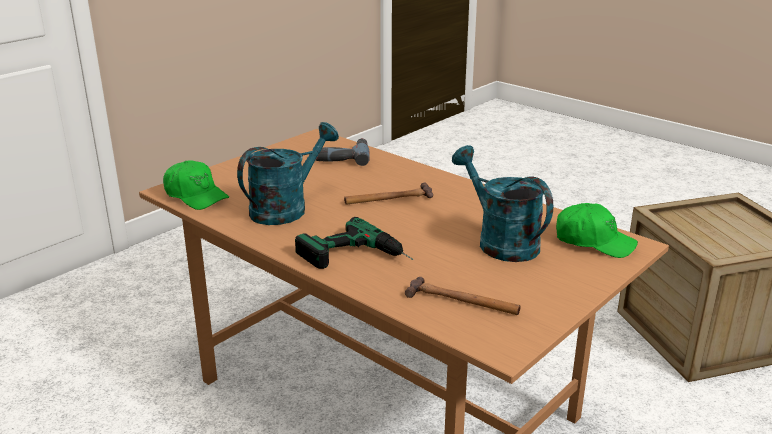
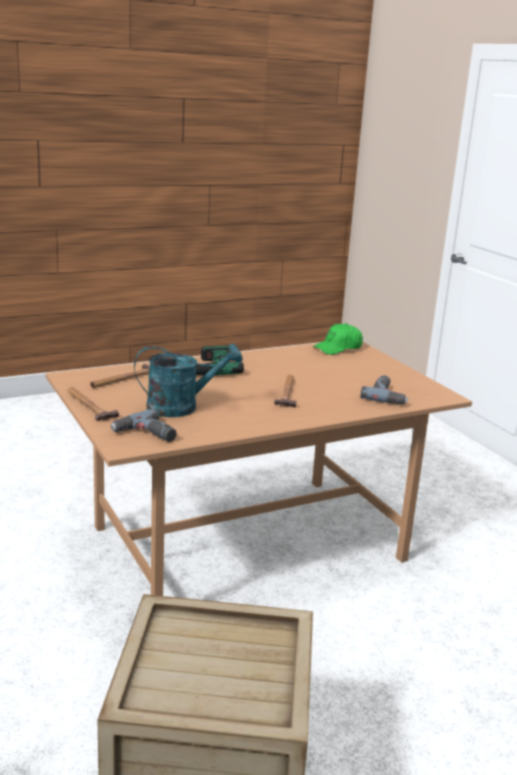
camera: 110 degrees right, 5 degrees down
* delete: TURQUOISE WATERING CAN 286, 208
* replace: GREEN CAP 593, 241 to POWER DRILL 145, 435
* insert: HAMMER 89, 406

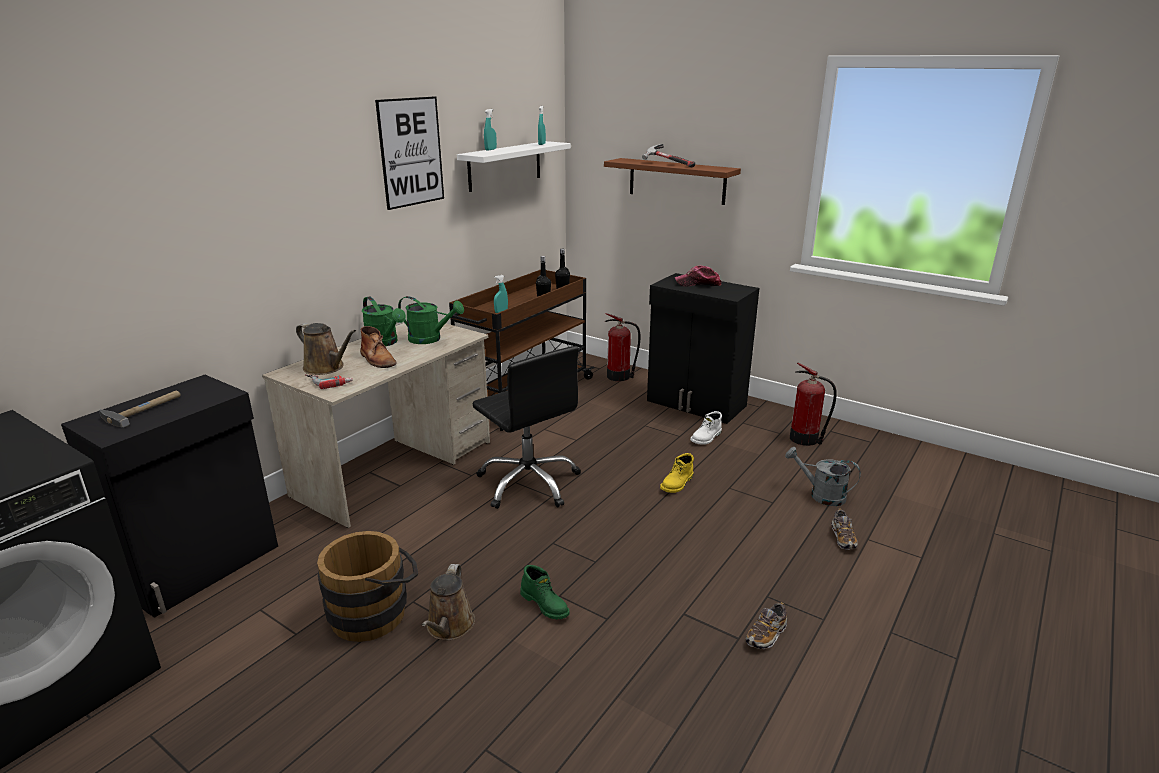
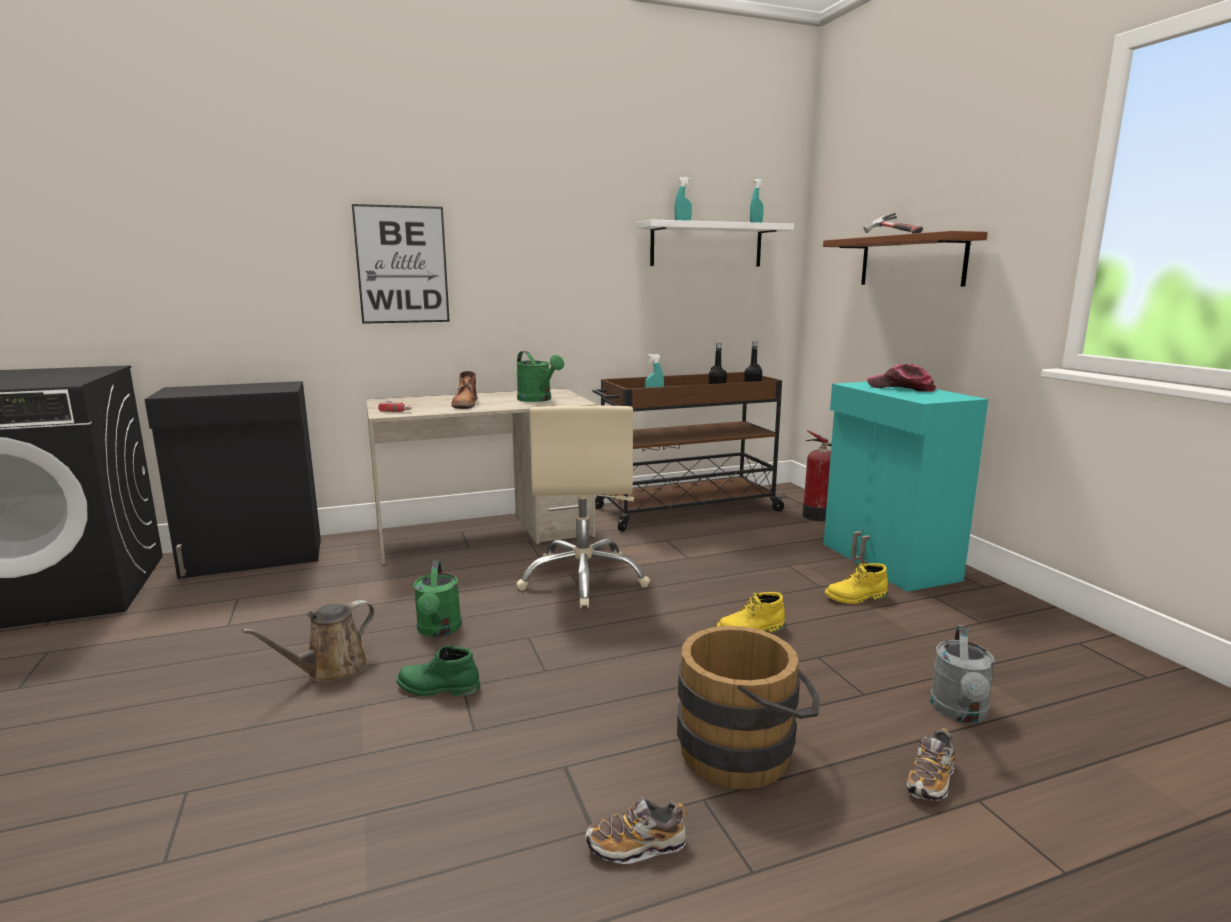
camera: 35 degrees right, 10 degrees down
* move: PICTURE 411, 152 to 402, 265
* recolor: BLACK CABINET 696, 404 to TURQUOISE CABINET 887, 562
* move: GREEN WATERING CAN 385, 343 to 439, 630
* delete: BROWN WATERING CAN 326, 368
* recolor: BLACK OFFICE CHAIR 529, 483 to BEIGE OFFICE CHAIR 584, 579
* delete: FIRE EXTINGUISHER 805, 439
* delete: HAMMER 144, 409
* recolor: WHITE BOOT 706, 438 to YELLOW BOOT 856, 598
* rotate: GREY WATERING CAN 821, 495 = 960, 712 135 degrees counterclockwise
* move: BROWN BUCKET 375, 611 to 745, 751
* rotate: GREEN BOOT 545, 604 = 437, 688 105 degrees clockwise

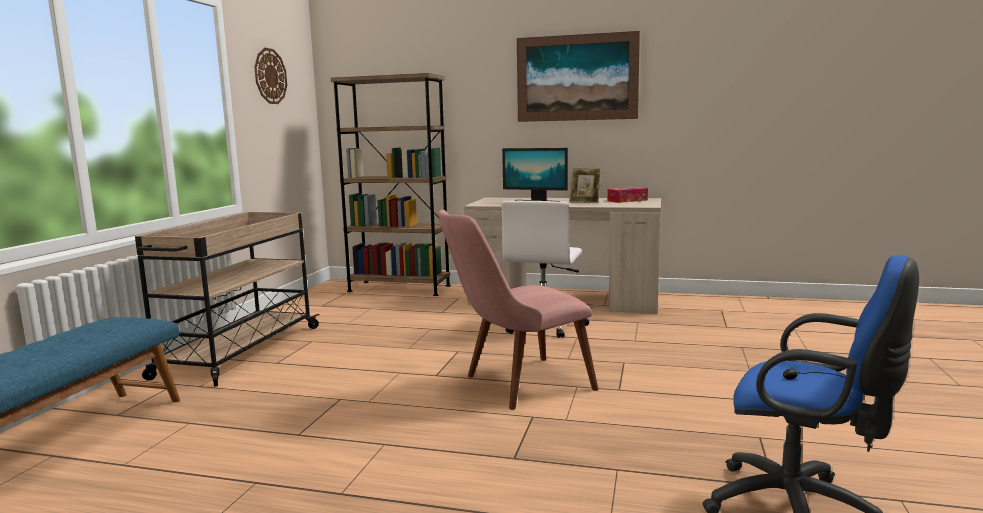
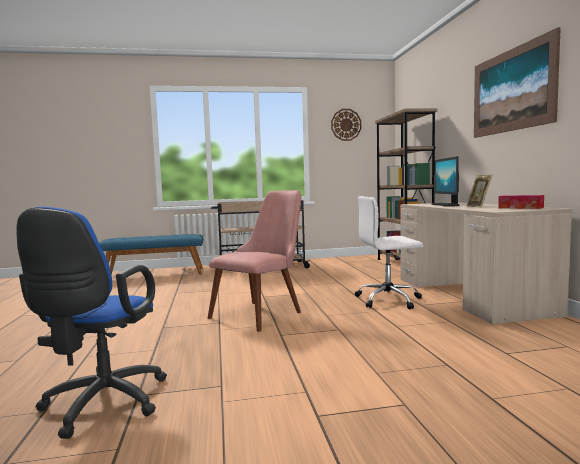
camera: 65 degrees right, 5 degrees down
* rotate: PINK CHAIR 515, 385 = 263, 312 90 degrees clockwise

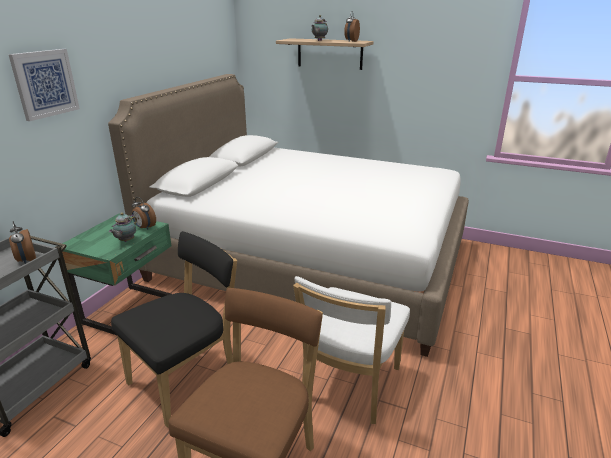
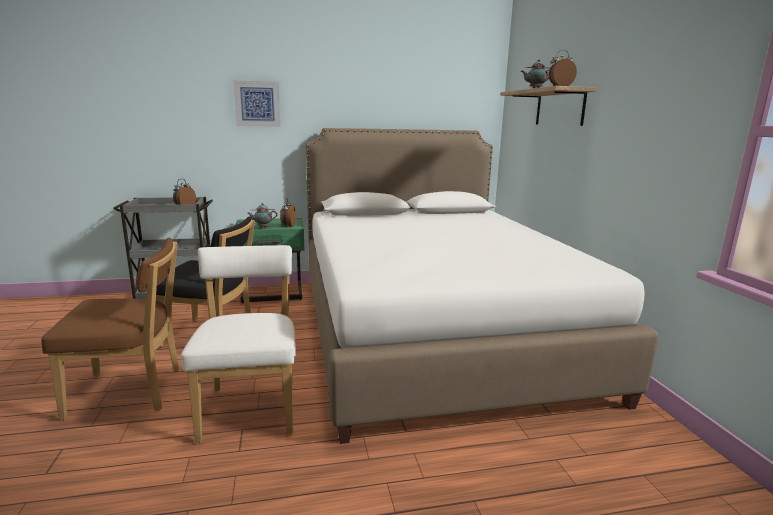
camera: 55 degrees right, 10 degrees down
* rotate: WHITE CHAIR 349, 386 = 251, 407 90 degrees clockwise

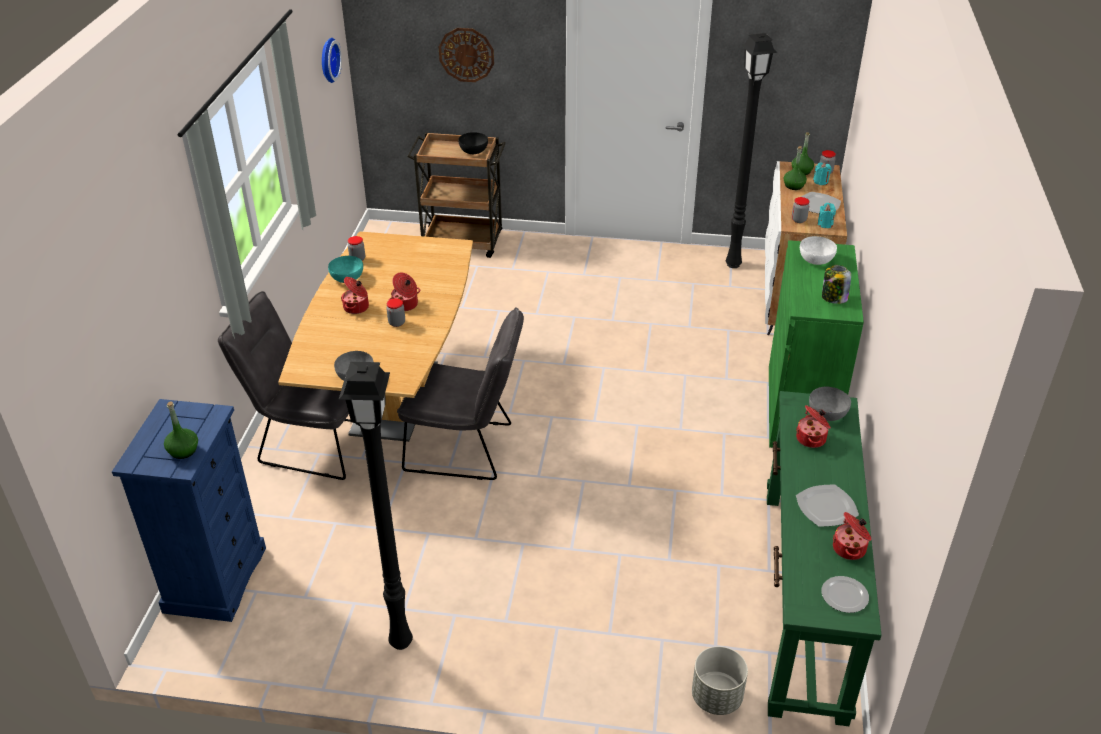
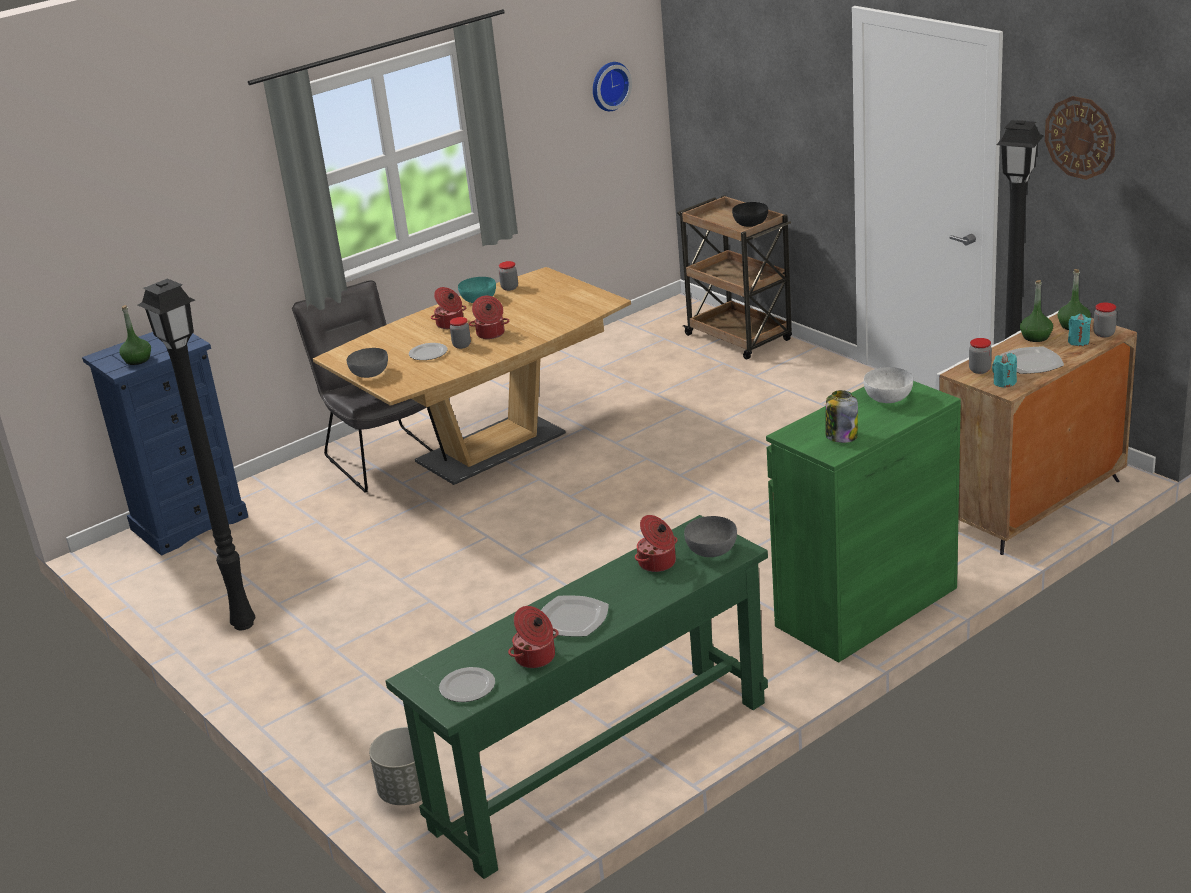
camera: 45 degrees right, 10 degrees down
* move: WALL CLOCK 466, 54 to 1080, 137
* delete: GREY CHAIR 466, 448
* insert: PLATE 429, 353

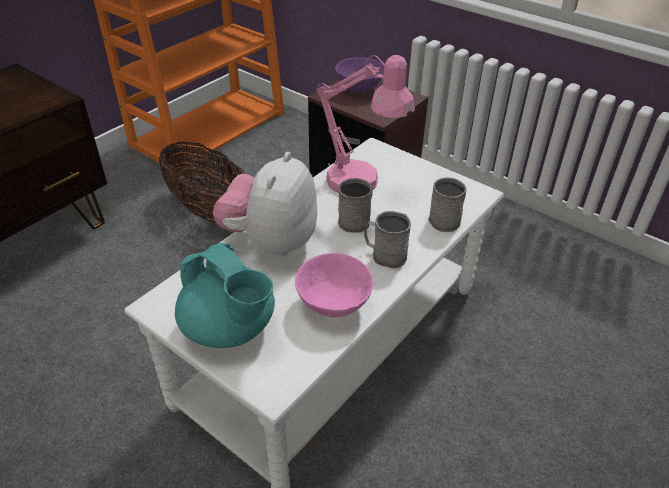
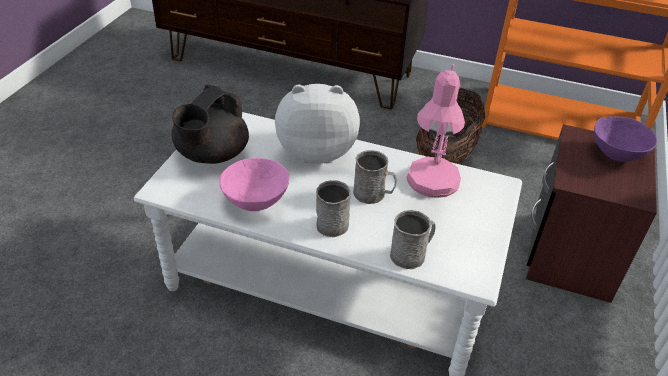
camera: 70 degrees right, 0 degrees up
* recolor: TURQUOISE TEAPOT 230, 328 to BLACK TEAPOT 211, 155

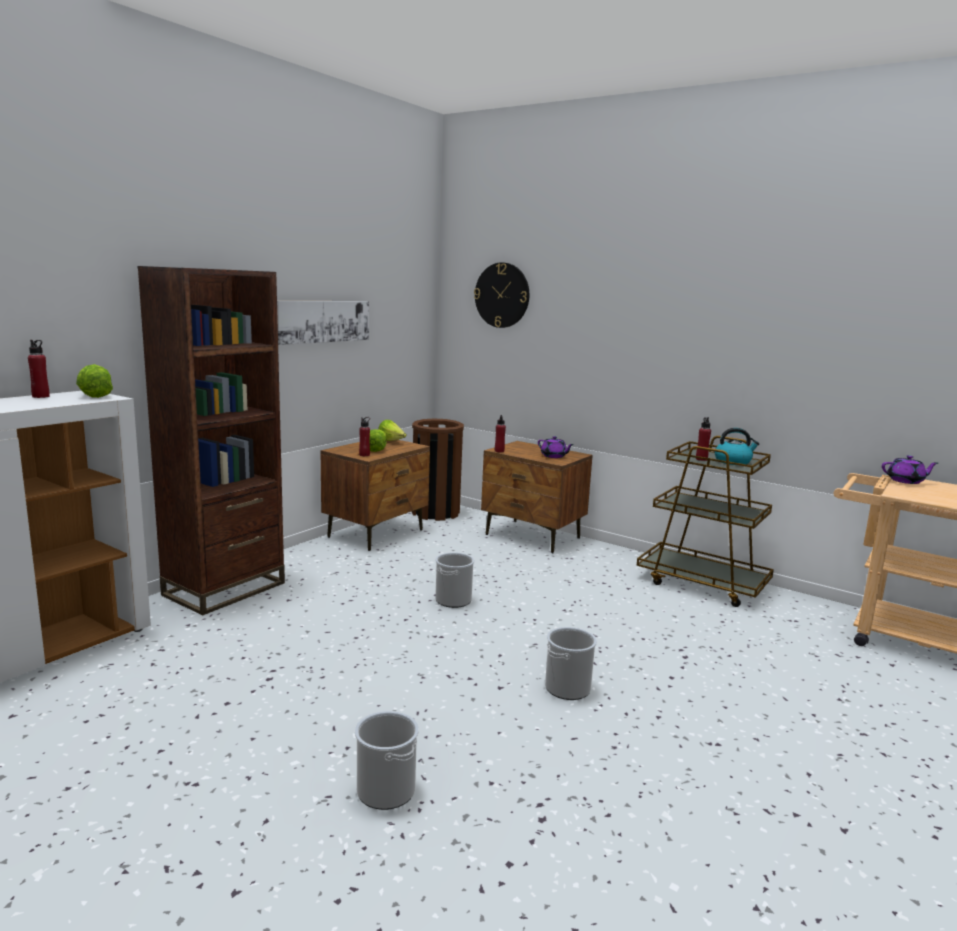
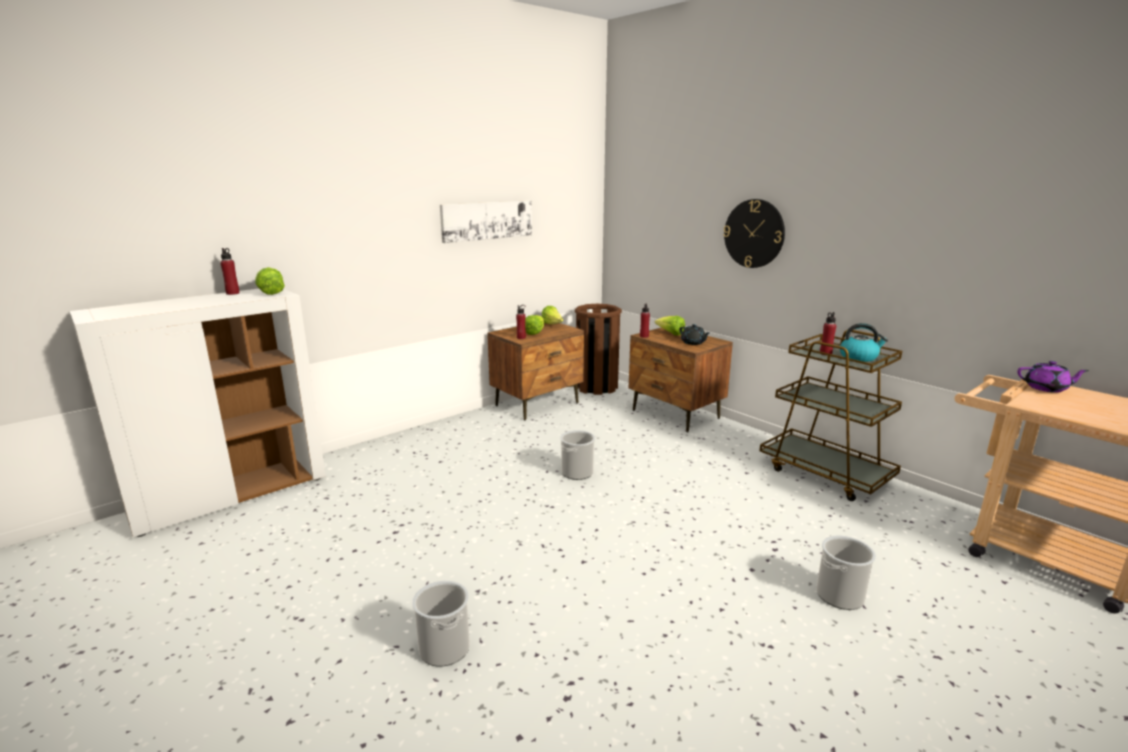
camera: 15 degrees right, 5 degrees up
* move: WALL CLOCK 502, 295 to 754, 233
* delete: BROWN BOOKCASE 225, 589
* recolor: PURPLE TEAPOT 554, 456 to BLACK TEAPOT 693, 343
* move: BUCKET 567, 688 to 840, 595
* insert: LETTUCE 670, 334

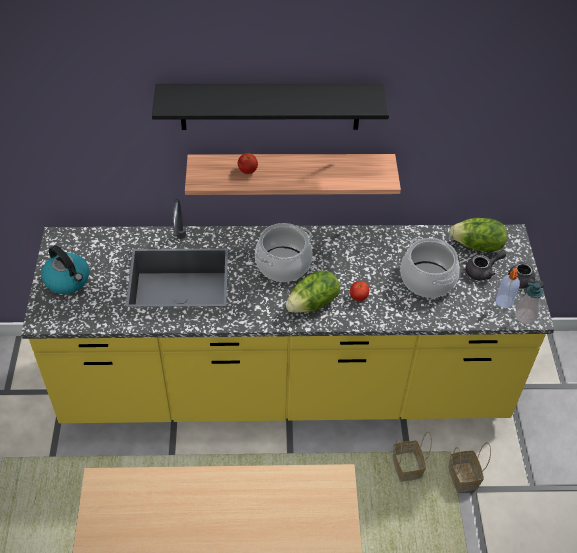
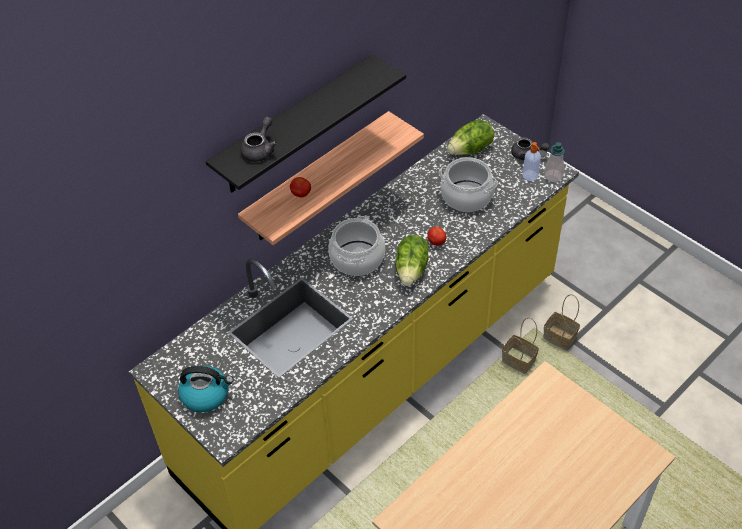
camera: 40 degrees left, 0 degrees up
* move: GREY TEAPOT 482, 271 to 260, 150

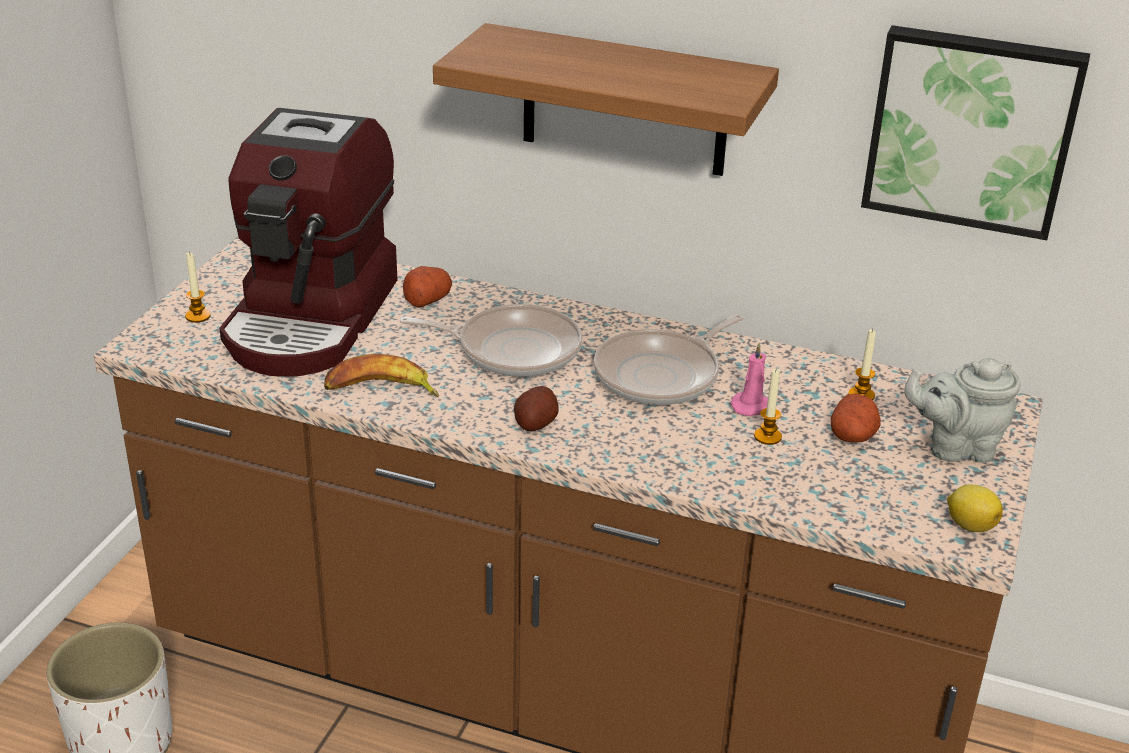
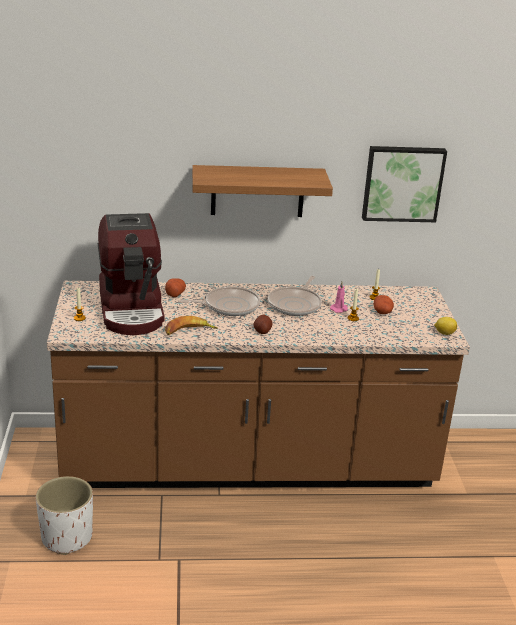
camera: 25 degrees left, 5 degrees down
* delete: GREY TEAPOT 955, 447

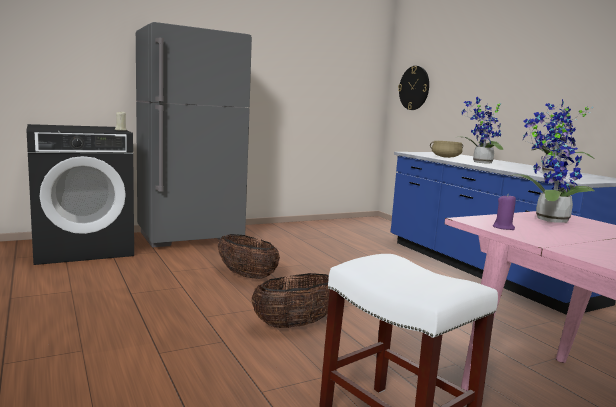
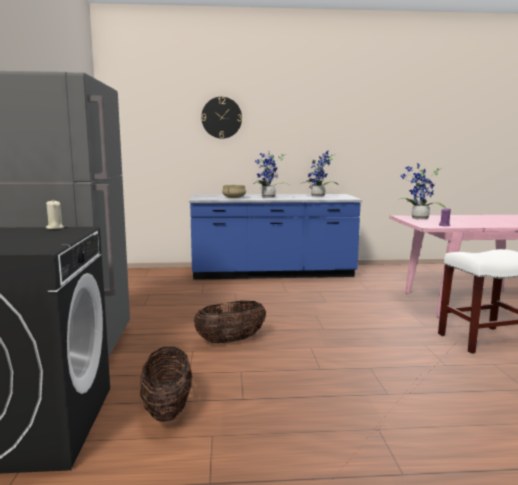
camera: 65 degrees left, 0 degrees up
* move: WALL CLOCK 414, 88 to 221, 117
* move: BASKET 295, 324 to 167, 409

